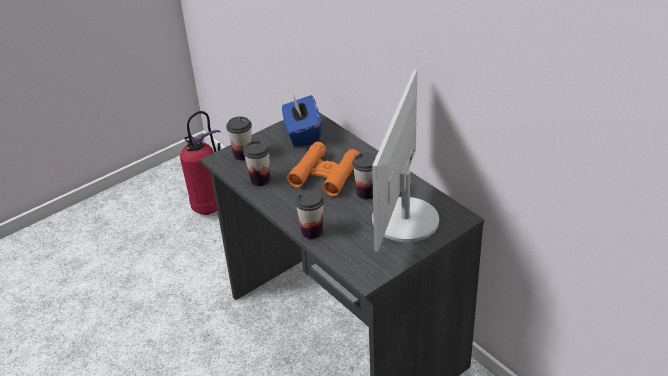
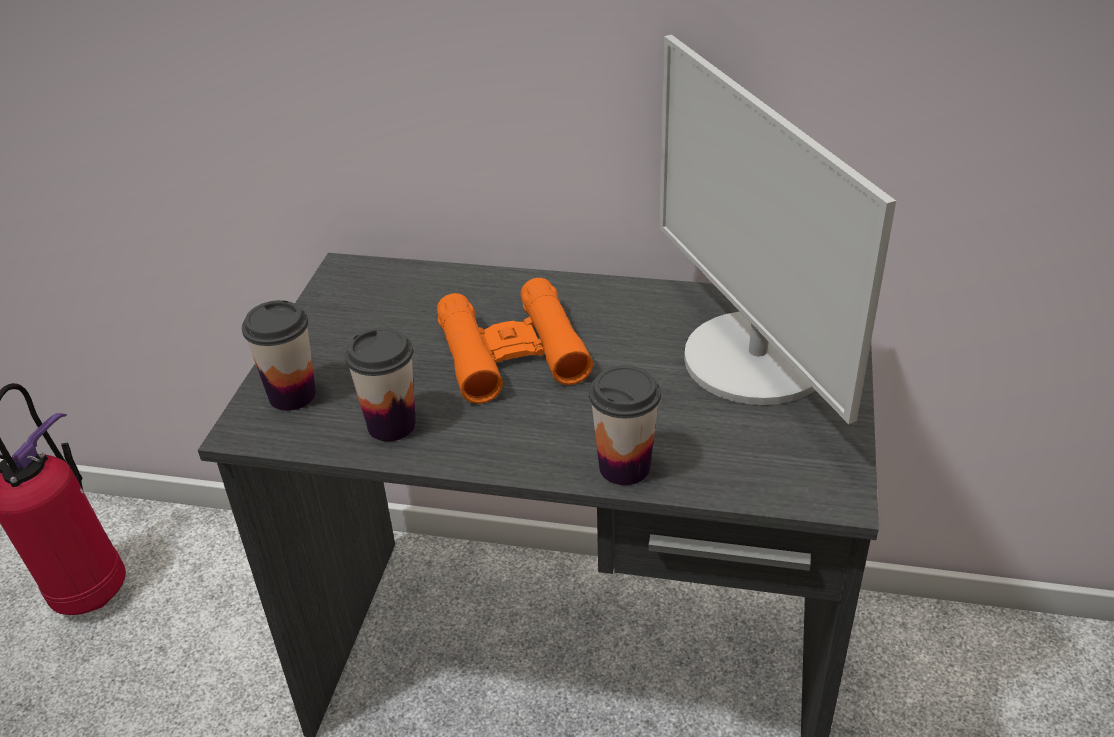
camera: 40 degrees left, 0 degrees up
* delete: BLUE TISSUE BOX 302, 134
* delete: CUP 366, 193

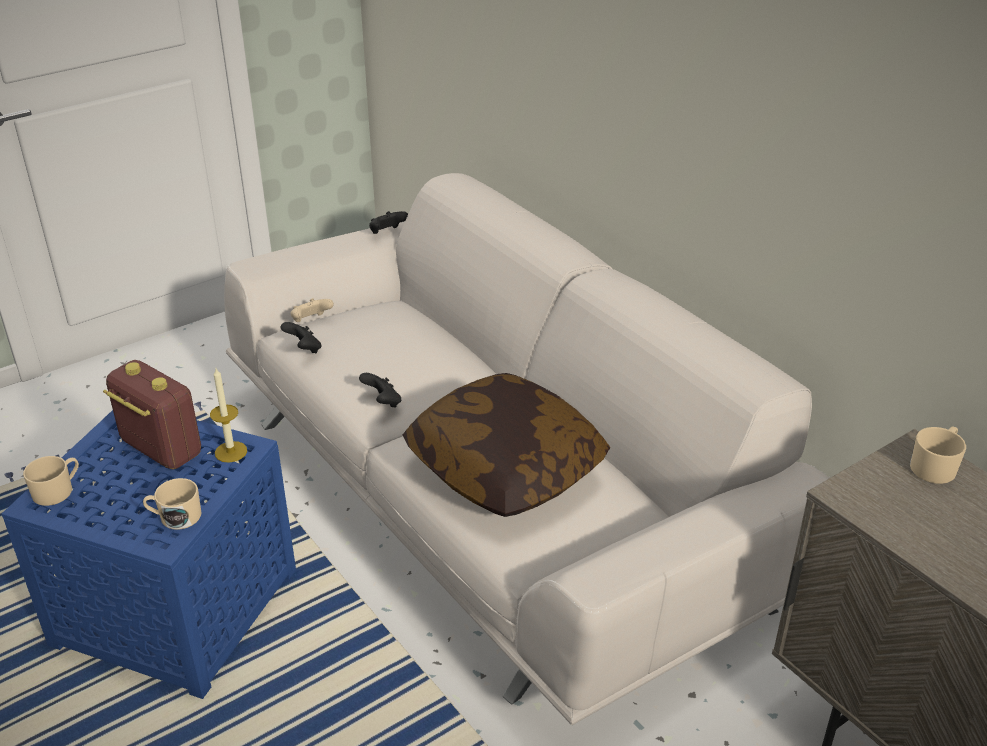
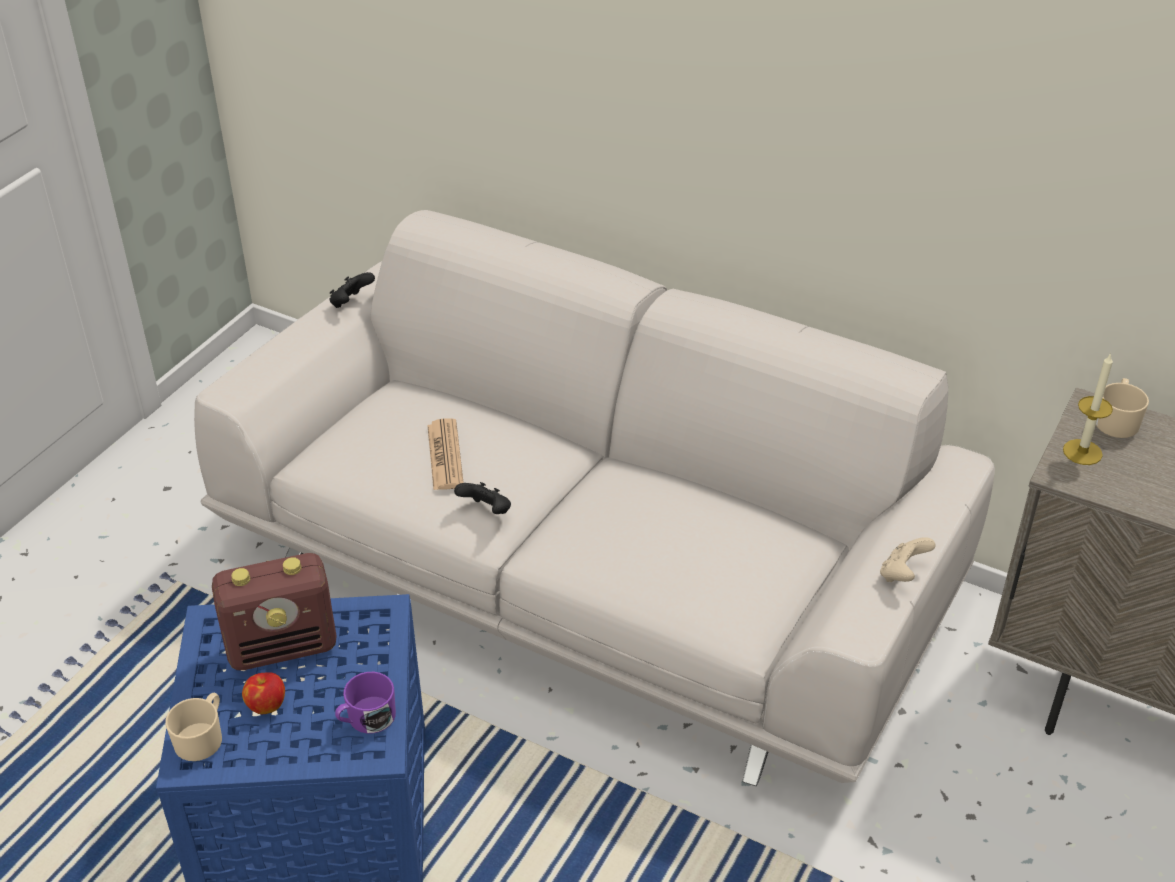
camera: 25 degrees left, 5 degrees up
* move: BEIGE GAME CONTROLLER 311, 321 to 902, 574
* delete: BLACK GAME CONTROLLER 304, 349
* rotate: RADIO 160, 448 = 283, 647 150 degrees clockwise
* move: CANDLE 231, 452 to 1082, 452
* delete: PILLOW 505, 468
* recolor: BEIGE MUG 175, 517 to PURPLE MUG 366, 719
* insert: NEWSPAPER 445, 455
* insert: APPLE 266, 705

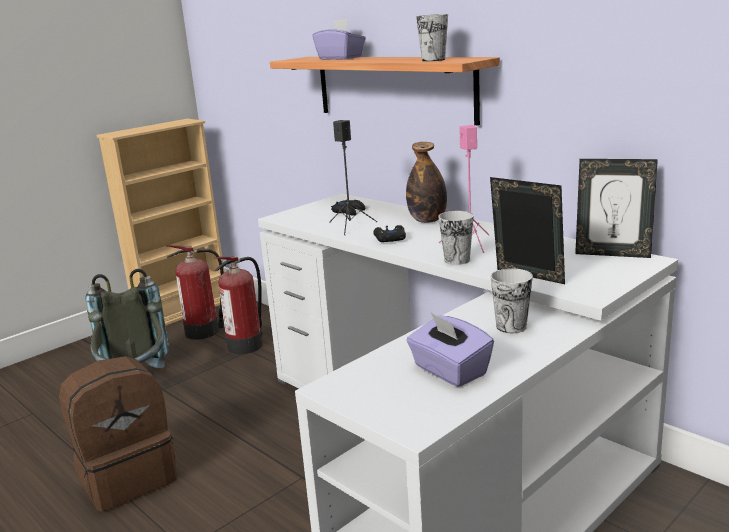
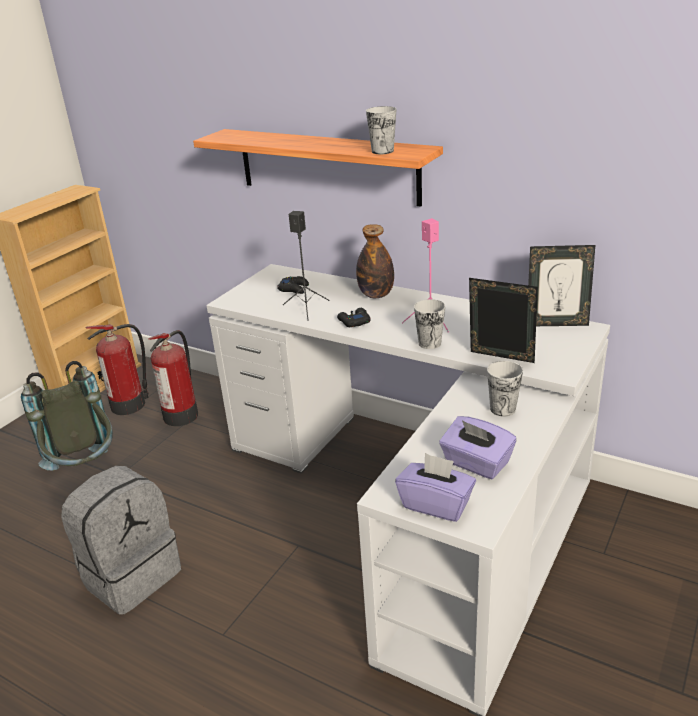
camera: 15 degrees left, 10 degrees up
* move: PURPLE TISSUE BOX 340, 58 to 436, 504
* recolor: BROWN BACKPACK 128, 477 to GREY BACKPACK 131, 575

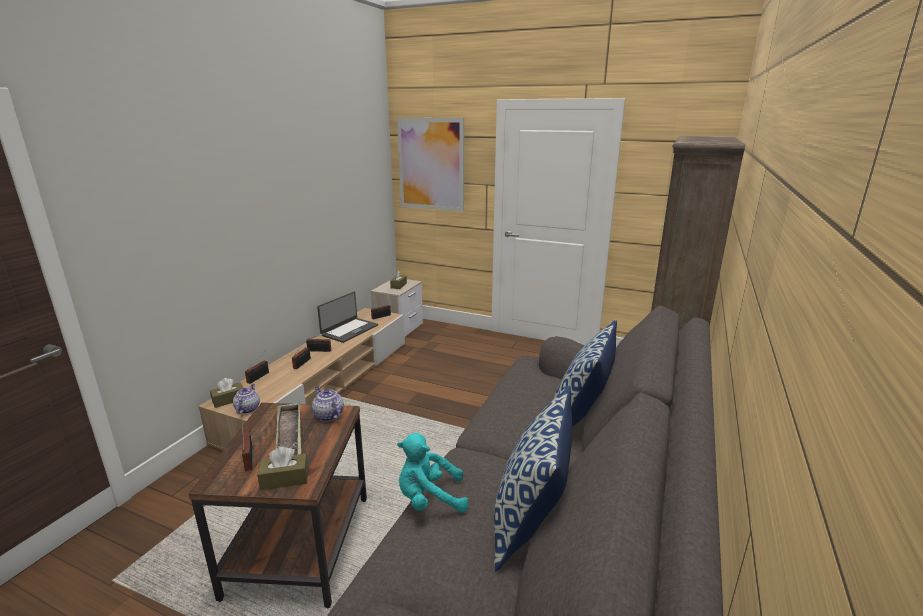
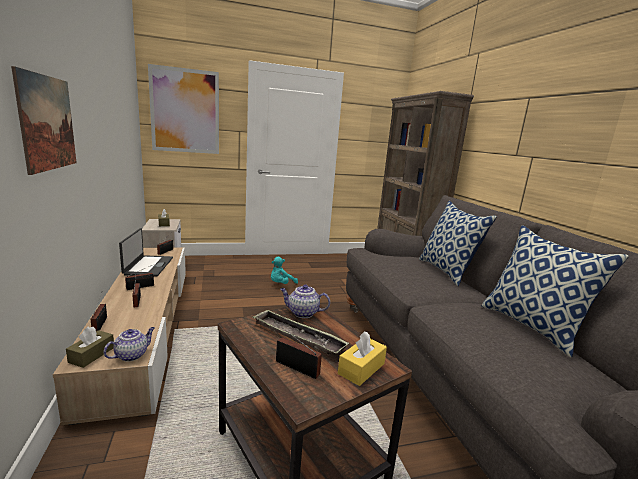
camera: 40 degrees left, 5 degrees down
* rotate: TEAPOT 247, 409 = 132, 355 75 degrees clockwise
* move: TURQUOISE PLUSH TOY 429, 499 to 281, 284
* recolor: BROWN TISSUE BOX 285, 479 to YELLOW TISSUE BOX 361, 368
* insert: PICTURE 48, 123

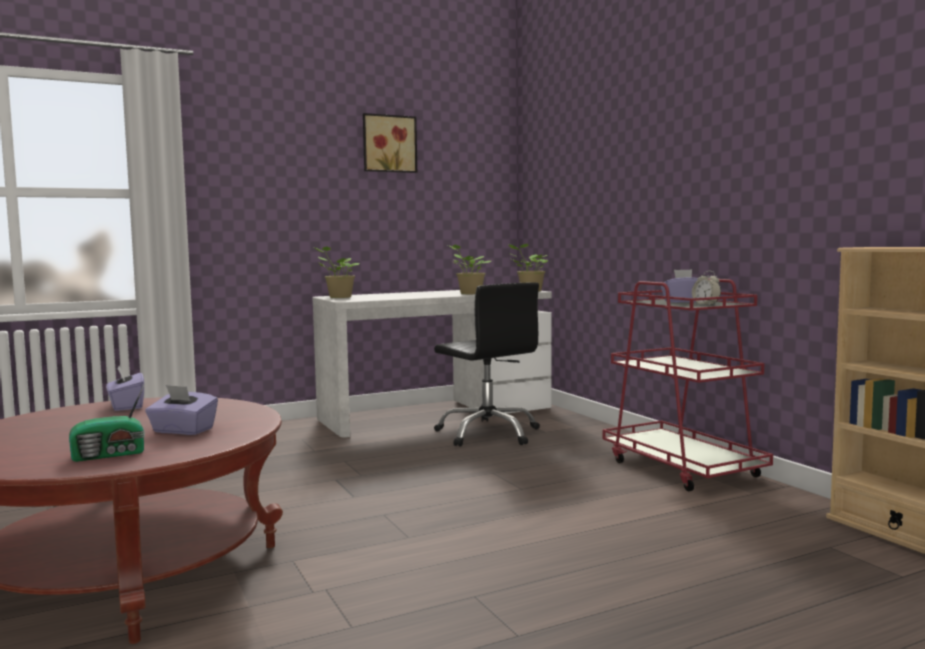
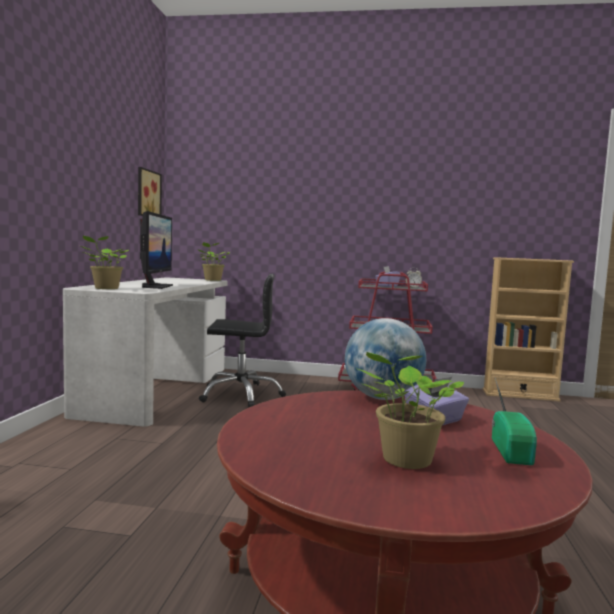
camera: 55 degrees left, 0 degrees up
* move: PICTURE 389, 144 to 147, 193
* move: POTTED PLANT 469, 293 to 404, 460
* delete: PURPLE TISSUE BOX 126, 406
* insert: MONITOR 155, 286
* insert: GLOBE 382, 398

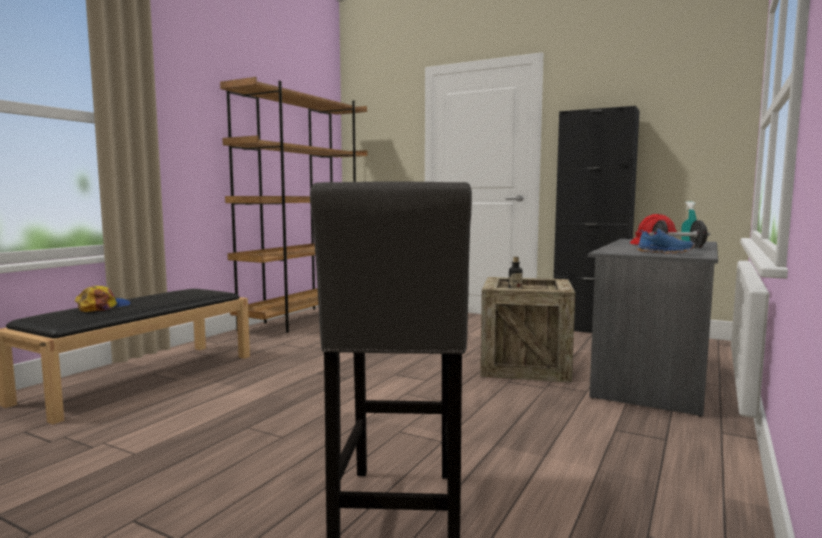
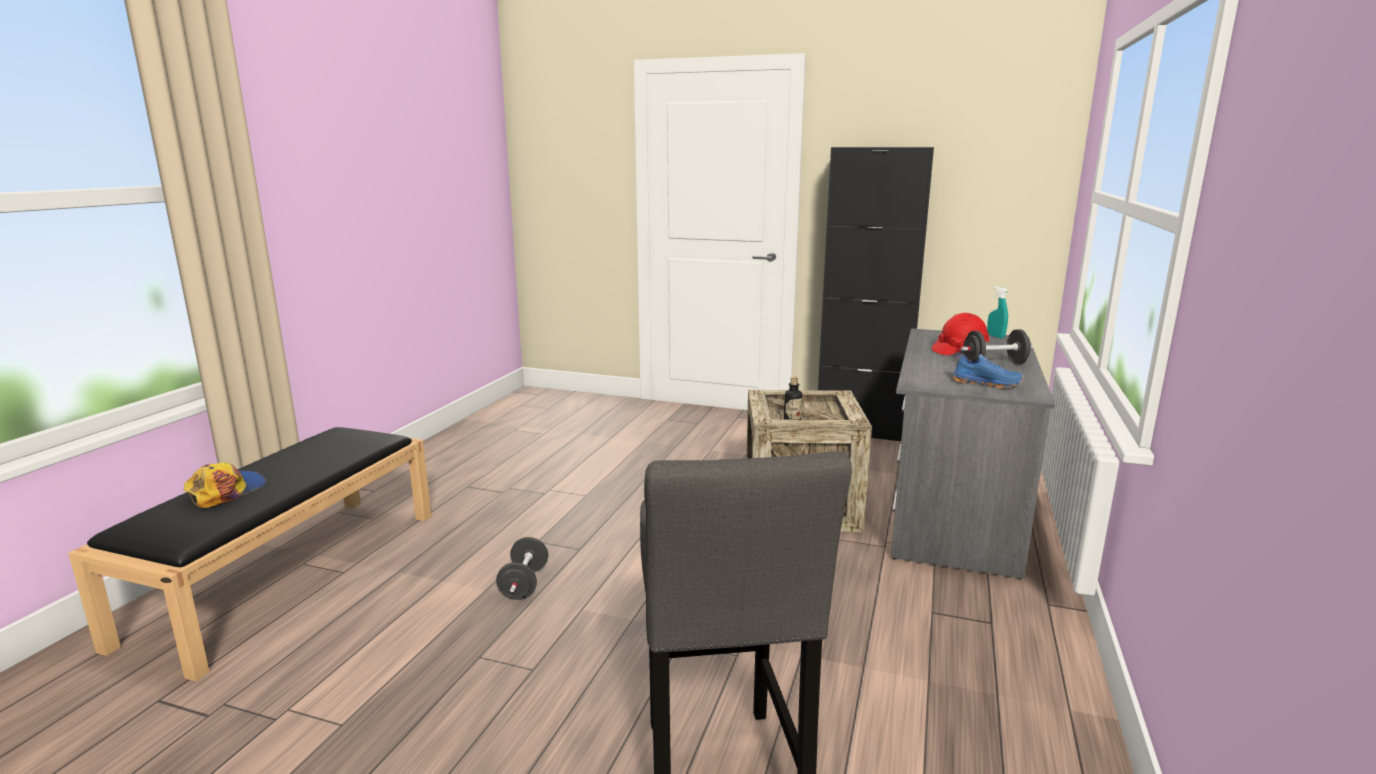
camera: 10 degrees left, 10 degrees up
* delete: BROWN BOOKCASE 307, 318
* insert: BLACK DUMBBELL 524, 584

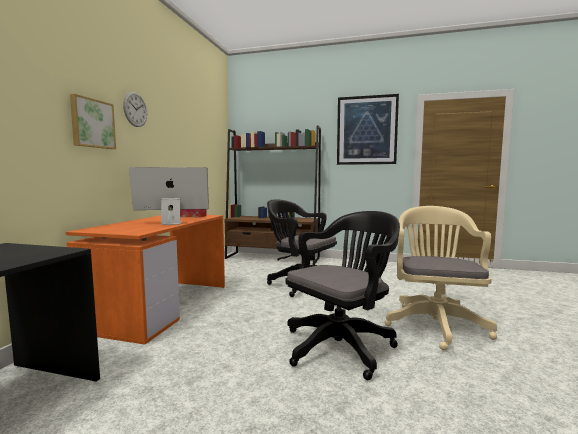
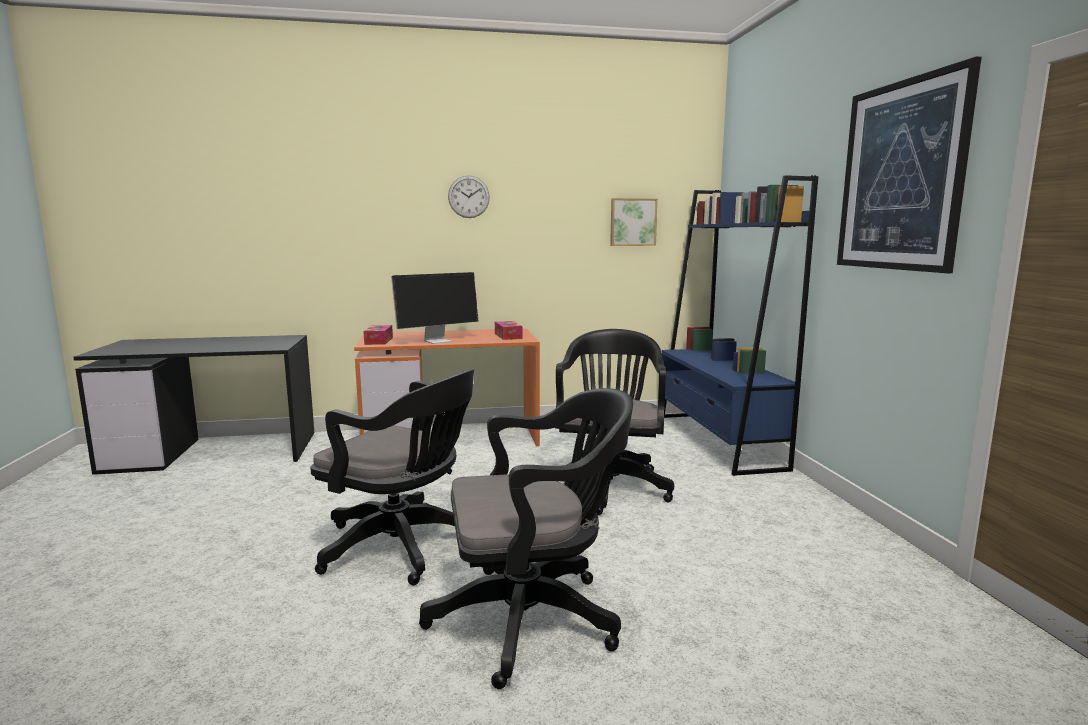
camera: 65 degrees right, 5 degrees up
* move: PICTURE 92, 123 to 633, 222
* recolor: BROWN BOOKCASE 272, 258 to BLUE BOOKCASE 718, 441
* rotate: MONITOR 170, 223 = 438, 341 90 degrees clockwise
* recolor: BEIGE OFFICE CHAIR 434, 323 to BLACK OFFICE CHAIR 534, 618
* insert: TISSUE BOX 379, 341

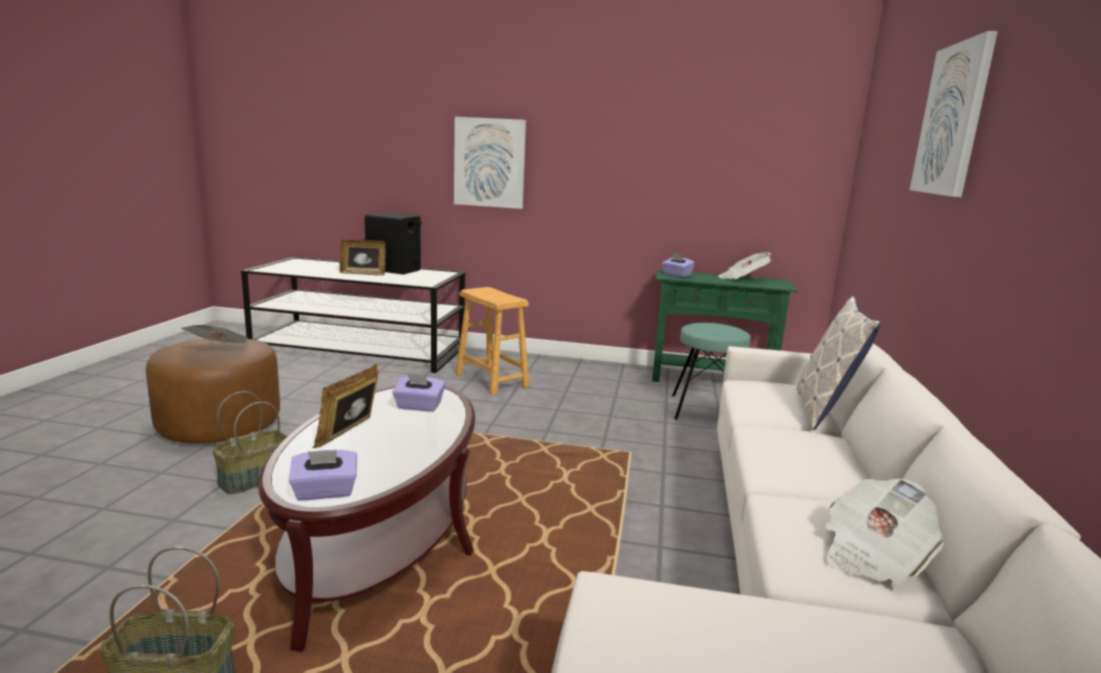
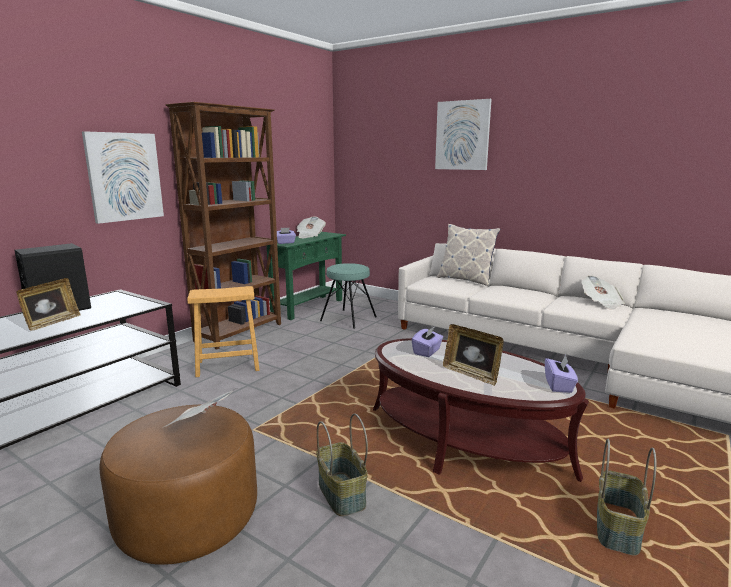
camera: 65 degrees left, 0 degrees up
* insert: BROWN BOOKCASE 240, 332

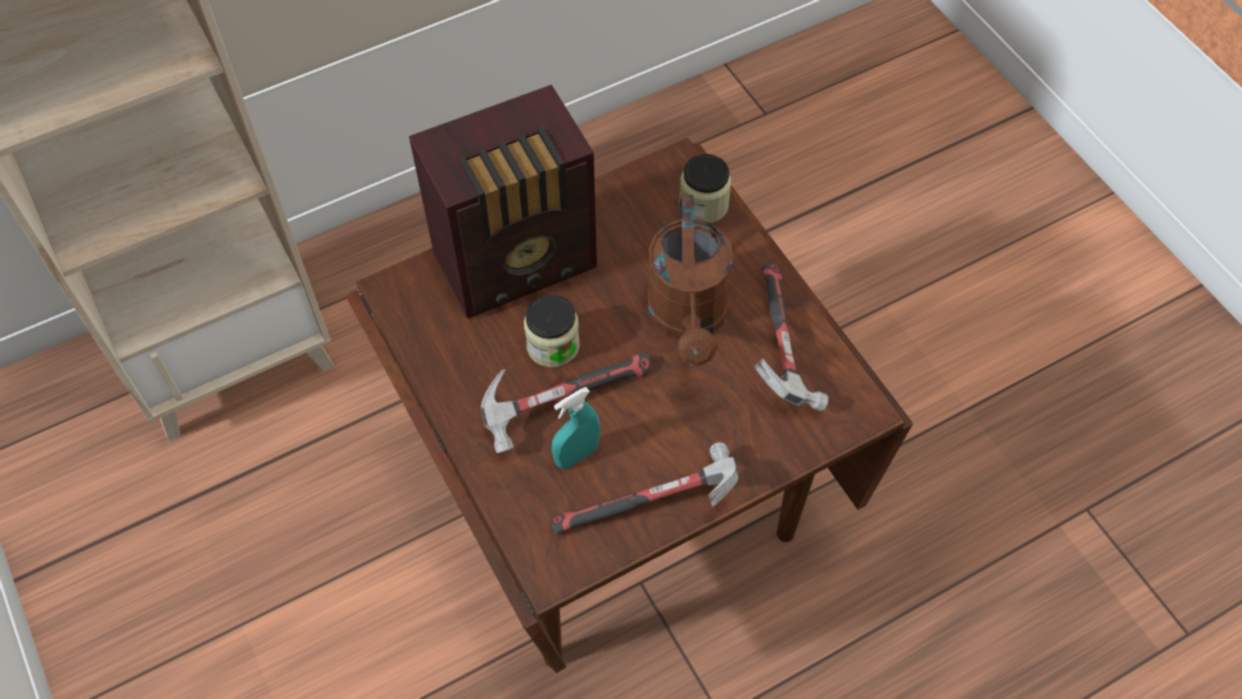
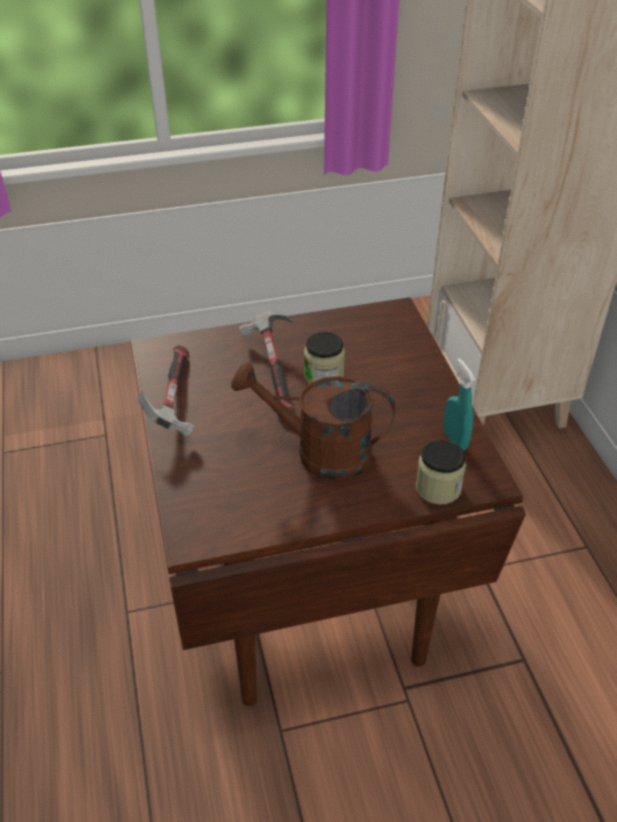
camera: 105 degrees right, 15 degrees down
* delete: RADIO 519, 262
* delete: HAMMER 780, 349
* move: TURQUOISE SPRAY BOTTLE 577, 455 to 455, 440

